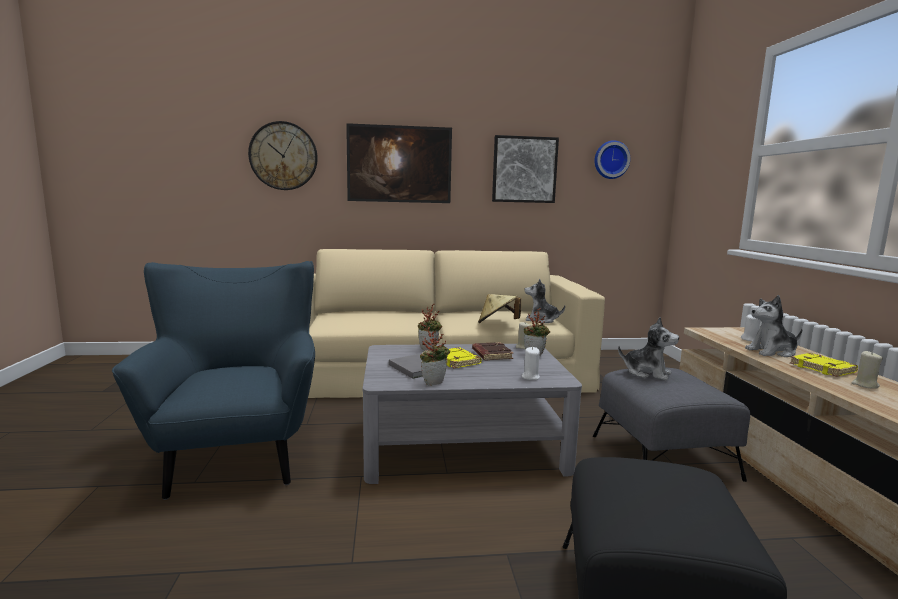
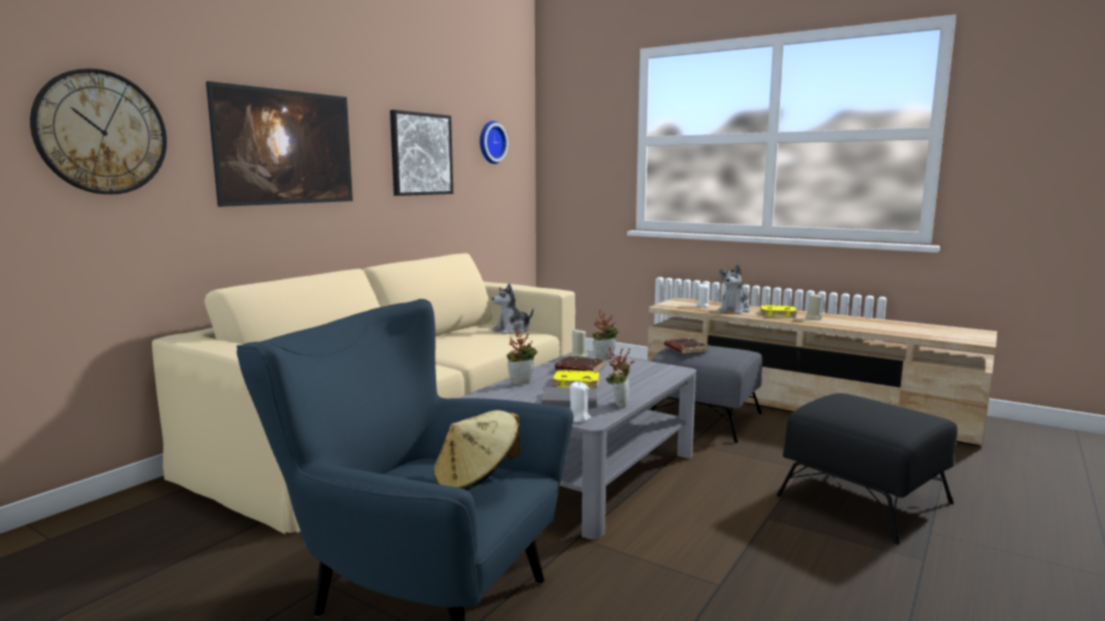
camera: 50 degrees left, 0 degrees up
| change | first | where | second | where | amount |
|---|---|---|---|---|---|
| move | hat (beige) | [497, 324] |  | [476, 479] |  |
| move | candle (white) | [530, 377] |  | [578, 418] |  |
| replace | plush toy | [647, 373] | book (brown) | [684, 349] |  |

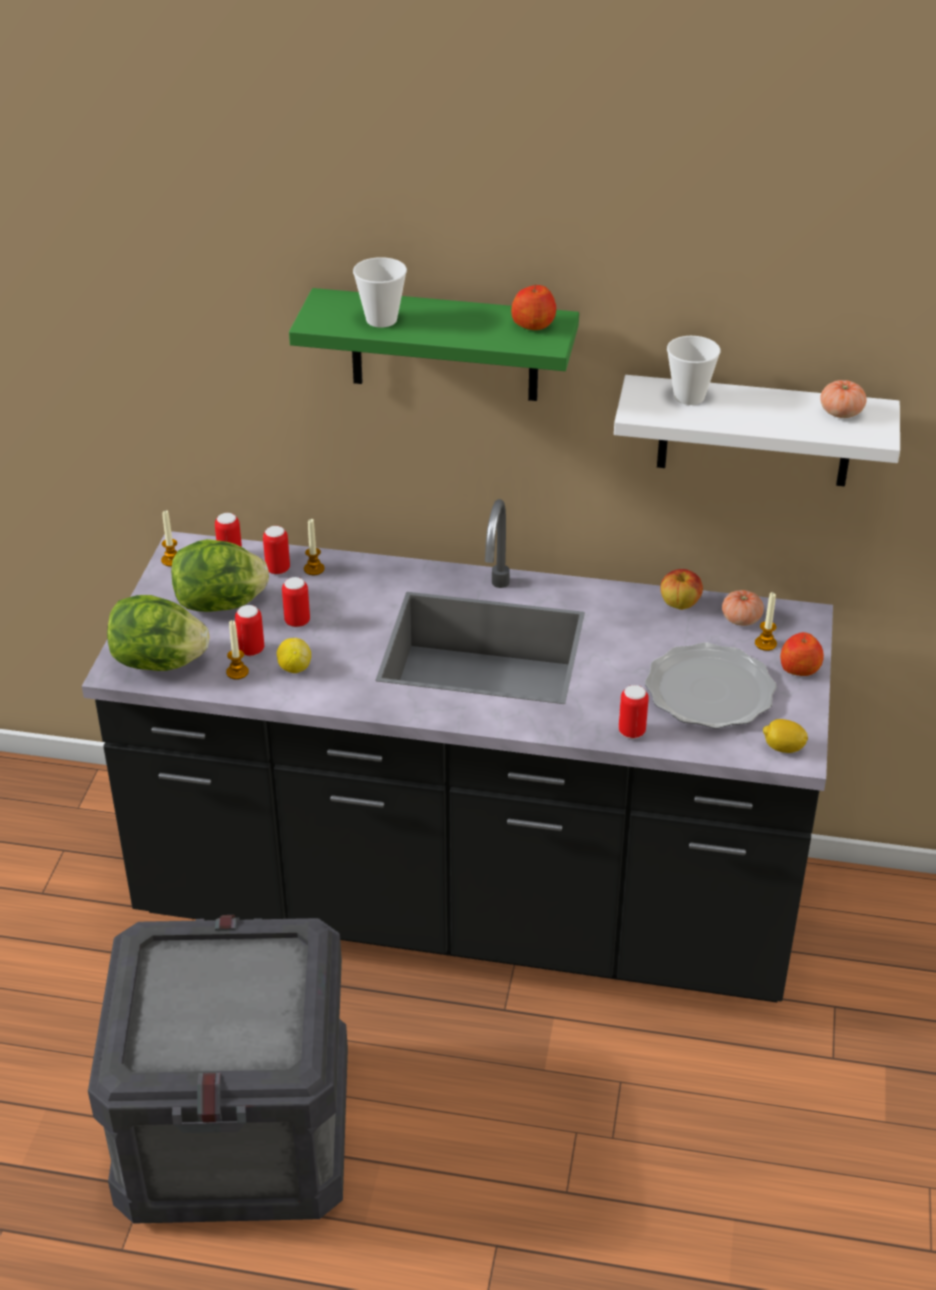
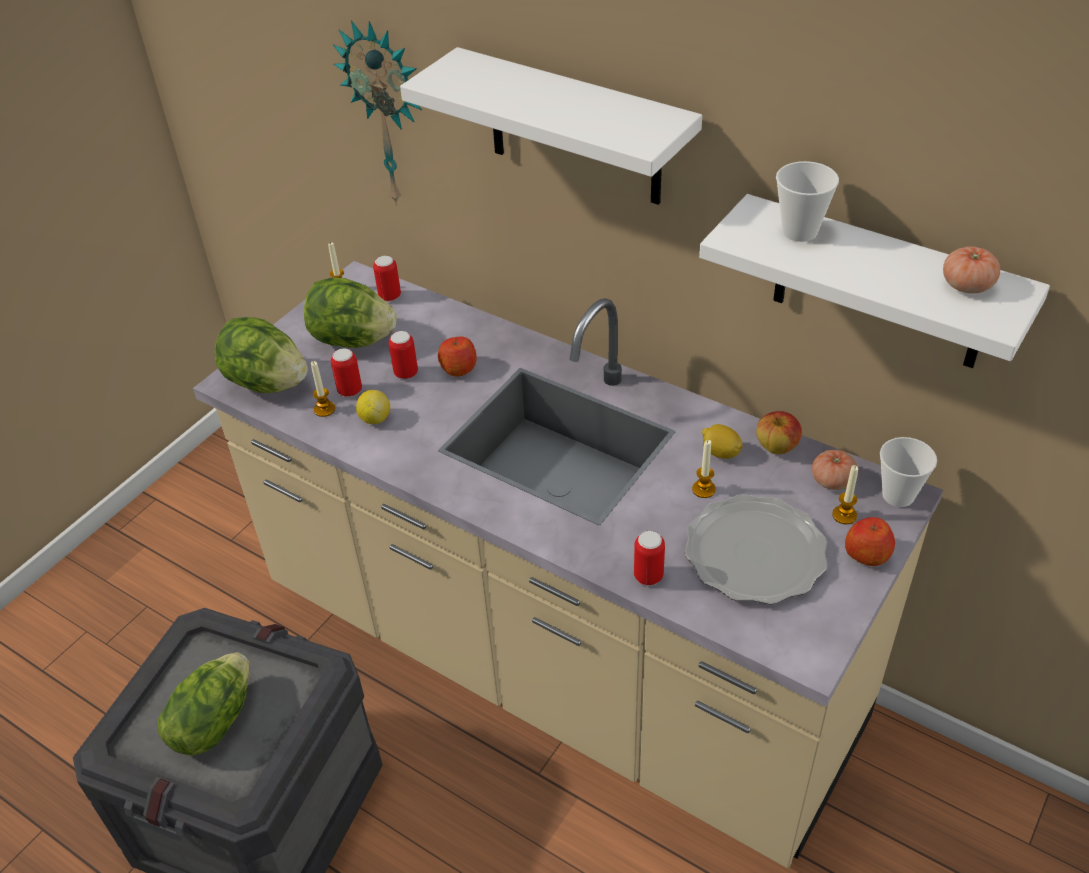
camera: 25 degrees right, 5 degrees up
| change | first | where | second | where | amount |
|---|---|---|---|---|---|
| insert |  |  | lettuce | [213, 721] |  |
| recolor | counter (black) | [468, 905] | counter (beige) | [556, 659] |  |
| insert |  |  | wall clock | [389, 115] |  |
| recolor | shelf (green) | [444, 345] | shelf (white) | [574, 129] |  |
| move | apple | [533, 324] |  | [458, 368] |  |
| move | candle | [314, 569] |  | [703, 489] |  |
| move | lemon | [783, 748] |  | [720, 453] |  |
| move | cup | [381, 320] |  | [898, 495] |  |
| delete | can | [278, 569] |  |  |  |

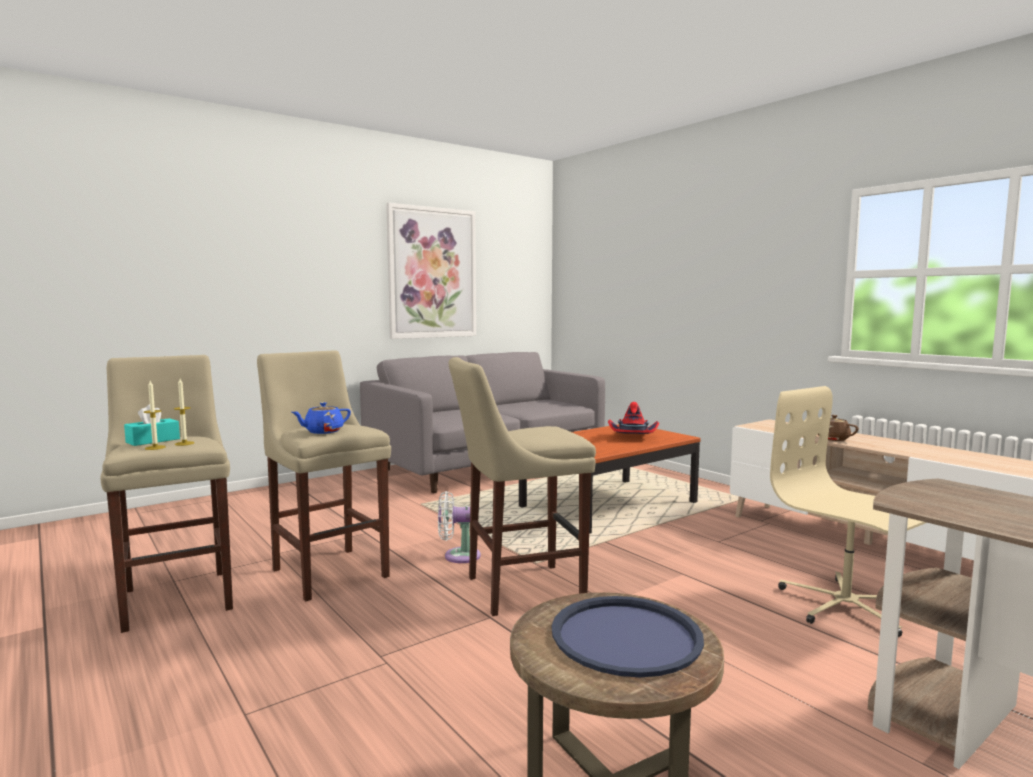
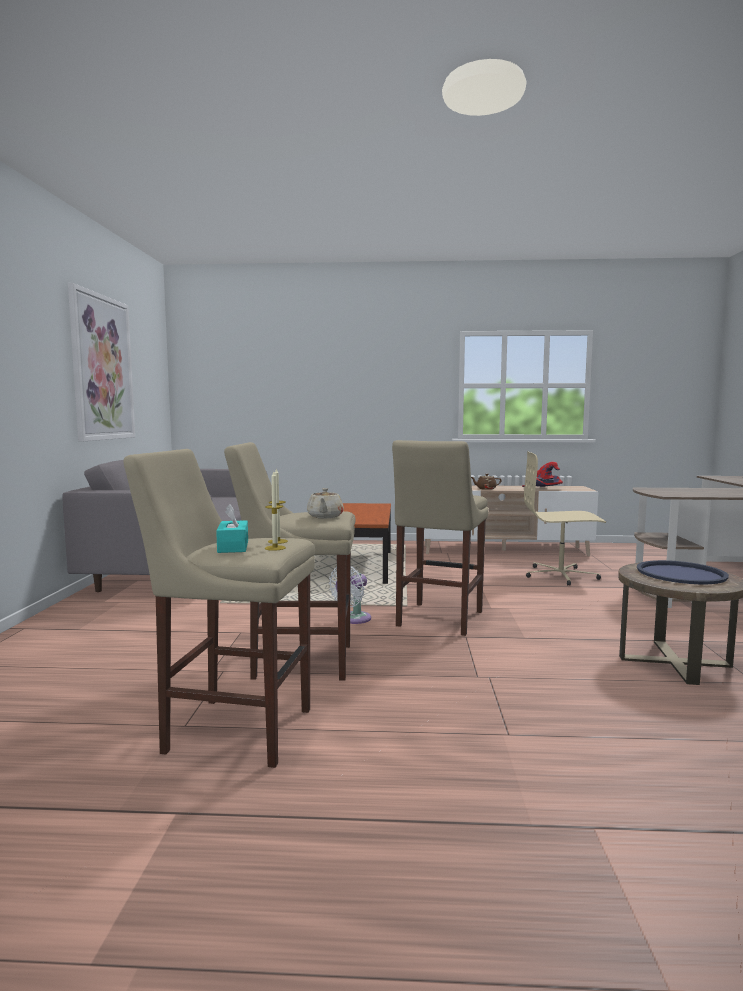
camera: 50 degrees left, 0 degrees up
| change | first | where | second | where | amount |
|---|---|---|---|---|---|
| recolor | teapot (blue) | [323, 431] | teapot (beige) | [325, 517] |  |
| move | hat (red) | [632, 436] |  | [542, 489] |  |

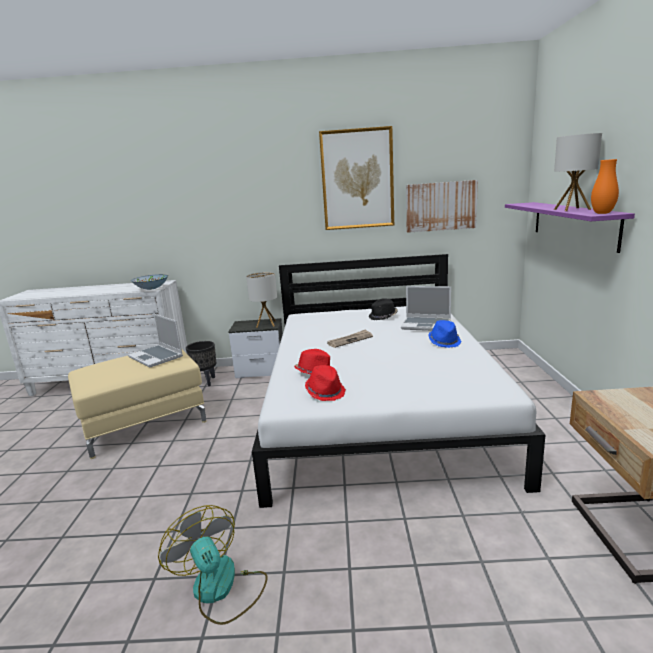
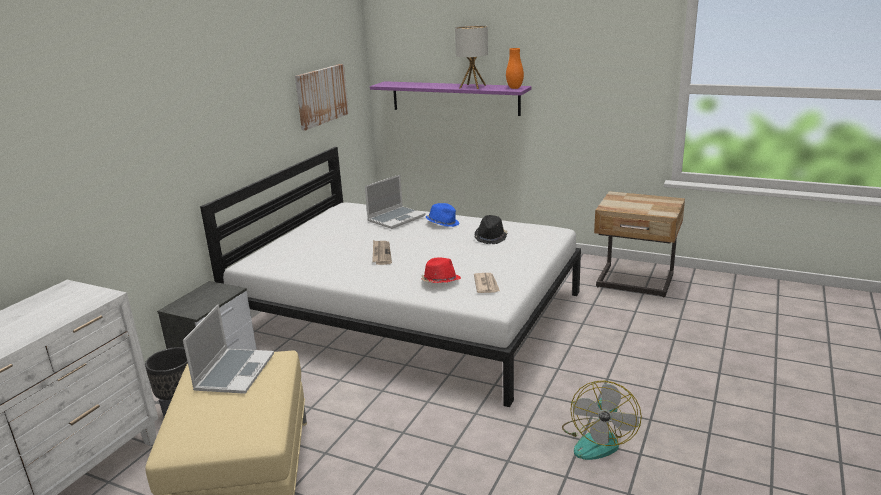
camera: 65 degrees left, 5 degrees up
| change | first | where | second | where | amount |
|---|---|---|---|---|---|
| rotate | laptop | [157, 357] |  | [234, 372] | 60 degrees counterclockwise |
| move | hat (black) | [383, 316] |  | [491, 237] |  |
| replace | hat (red) | [325, 392] | newspaper | [486, 285] |  |
| rotate | fan | [221, 589] |  | [597, 440] | 60 degrees counterclockwise |
| delete | bowl | [151, 288] |  |  |  |
| delete | table lamp | [266, 324] |  |  |  |
| delete | picture | [357, 179] |  |  |  |

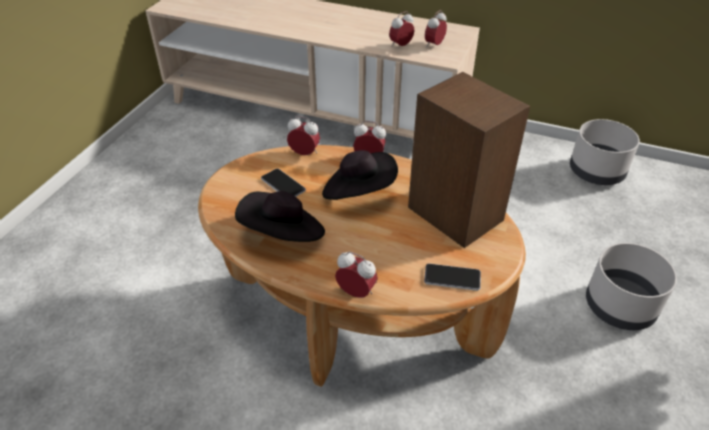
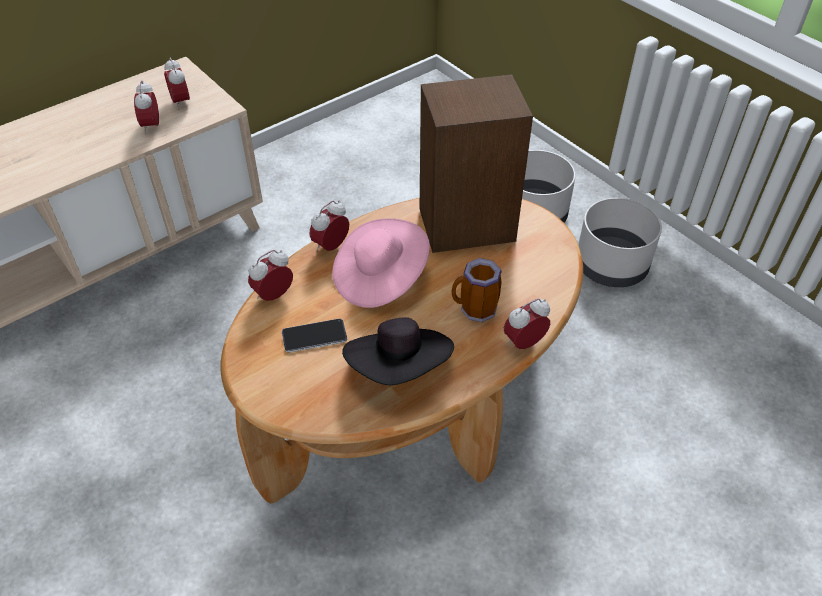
camera: 60 degrees left, 5 degrees up
| change | first | where | second | where | amount |
|---|---|---|---|---|---|
| recolor | hat (black) | [359, 192] | hat (pink) | [380, 278] |  |
| insert |  |  | mug | [475, 311] |  |
| move | planter (grey) | [596, 172] |  | [612, 266] |  |
| delete | phone | [452, 278] |  |  |  |

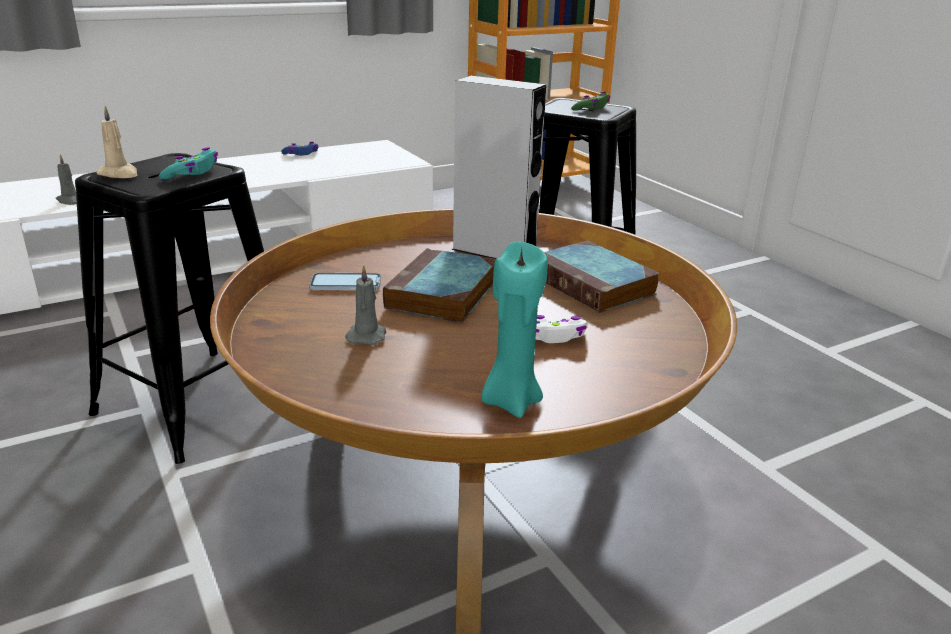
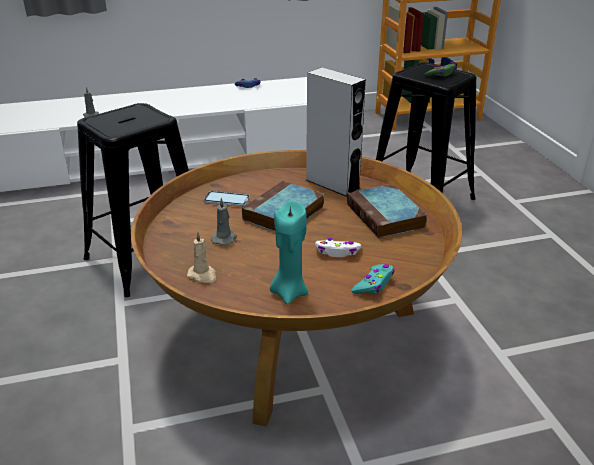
camera: 15 degrees right, 5 degrees up
| change | first | where | second | where | amount |
|---|---|---|---|---|---|
| move | candle (beige) | [119, 174] |  | [203, 276] |  |
| move | game controller (turquoise) | [192, 173] |  | [374, 284] |  |

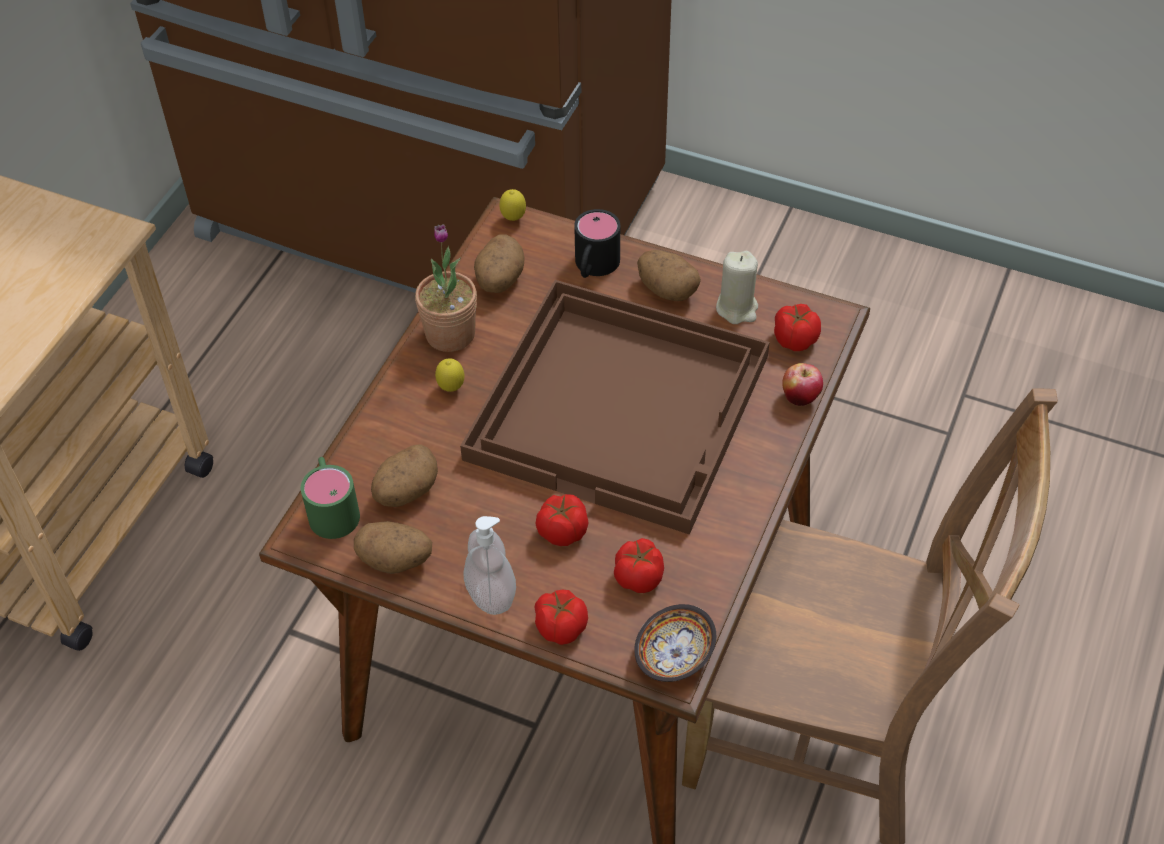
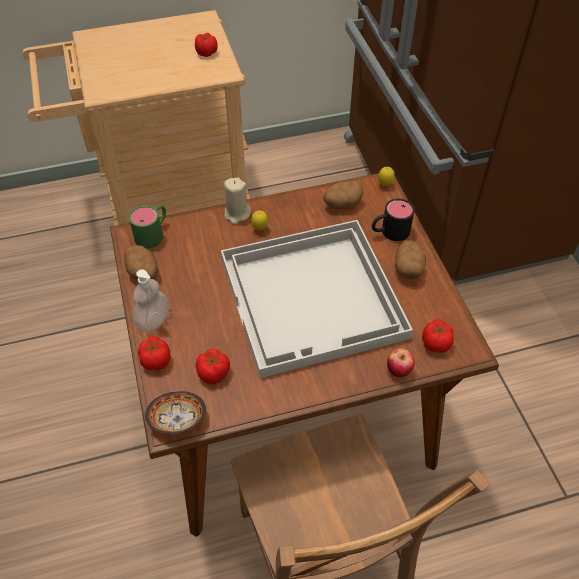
camera: 50 degrees right, 0 degrees up
| change | first | where | second | where | amount |
|---|---|---|---|---|---|
| move | tomato | [561, 531] |  | [206, 53] |  |
| recolor | tray (brown) | [621, 406] | tray (white) | [314, 298] |  |
| move | candle (beige) | [737, 308] |  | [237, 214] |  |
| delete | potato | [406, 491] |  |  |  |
| delete | potted plant | [450, 334] |  |  |  |

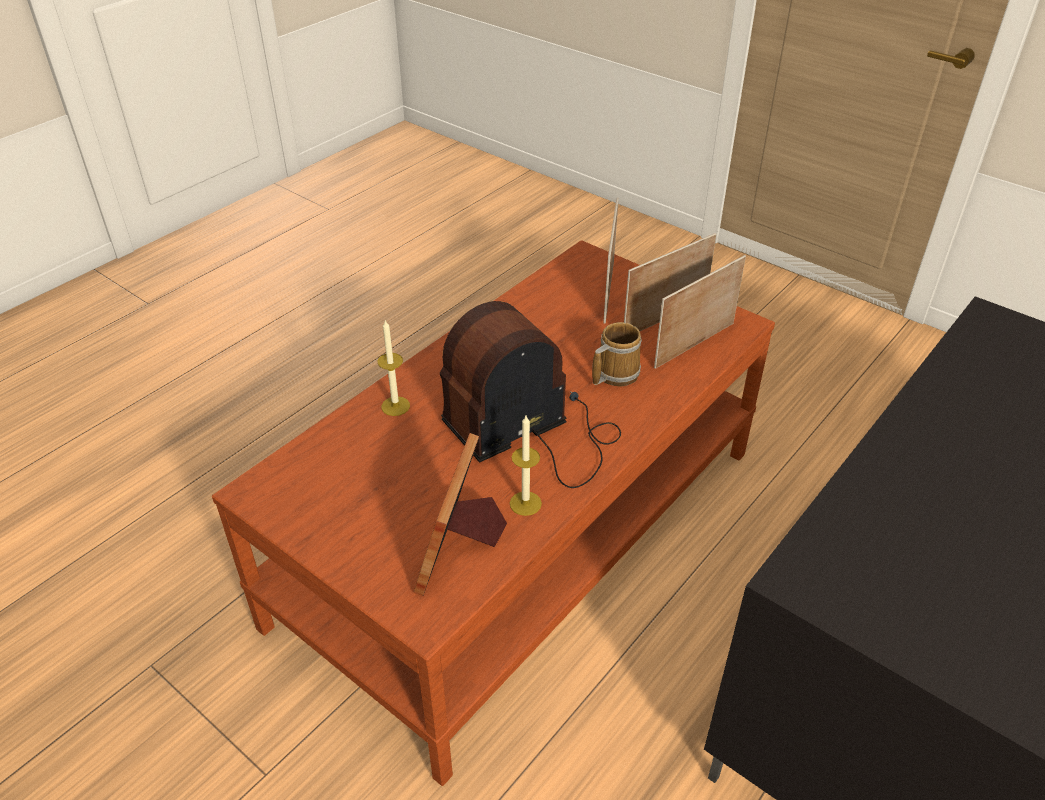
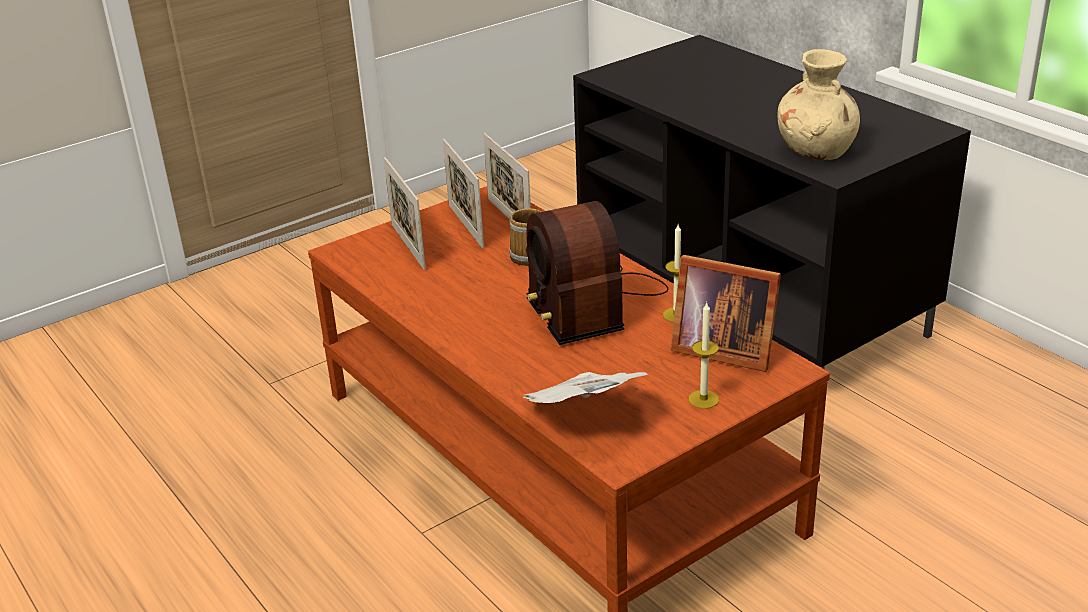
camera: 75 degrees left, 10 degrees down
| change | first | where | second | where | amount |
|---|---|---|---|---|---|
| rotate | picture frame | [608, 292] |  | [408, 246] | 45 degrees clockwise |
| insert |  |  | newspaper | [585, 413] |  |
| move | candle | [395, 406] |  | [703, 399] |  |
| insert |  |  | vase (beige) | [816, 151] |  |

